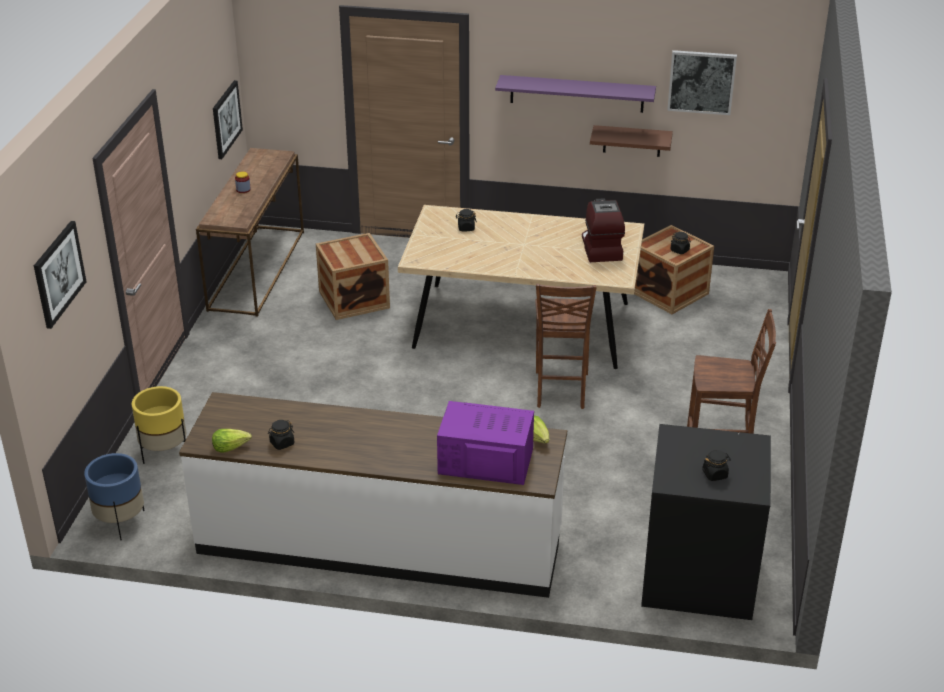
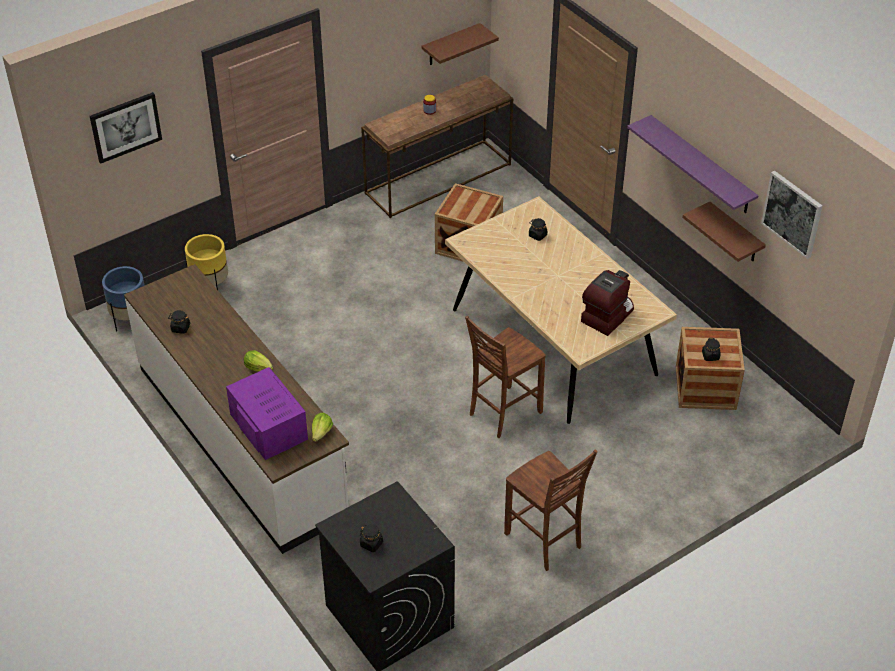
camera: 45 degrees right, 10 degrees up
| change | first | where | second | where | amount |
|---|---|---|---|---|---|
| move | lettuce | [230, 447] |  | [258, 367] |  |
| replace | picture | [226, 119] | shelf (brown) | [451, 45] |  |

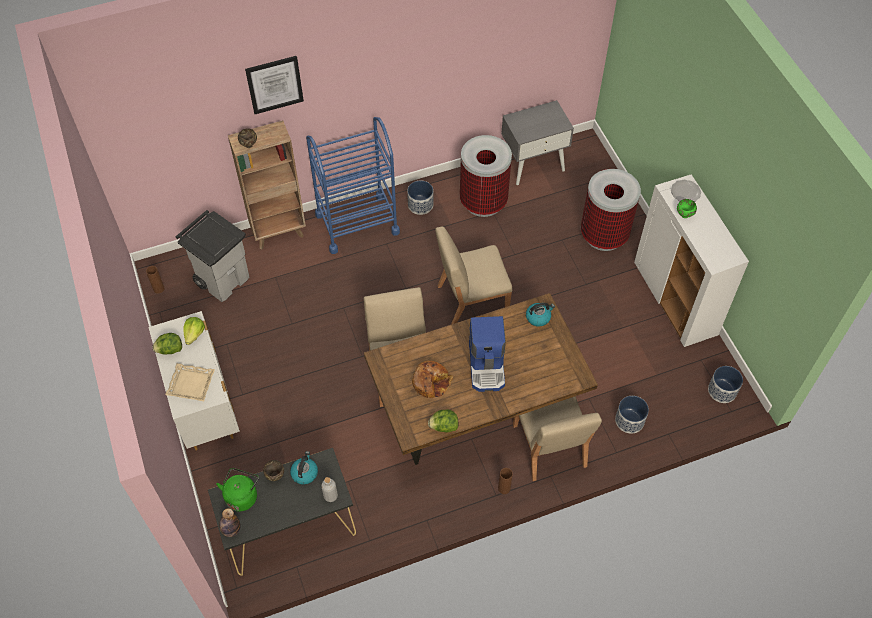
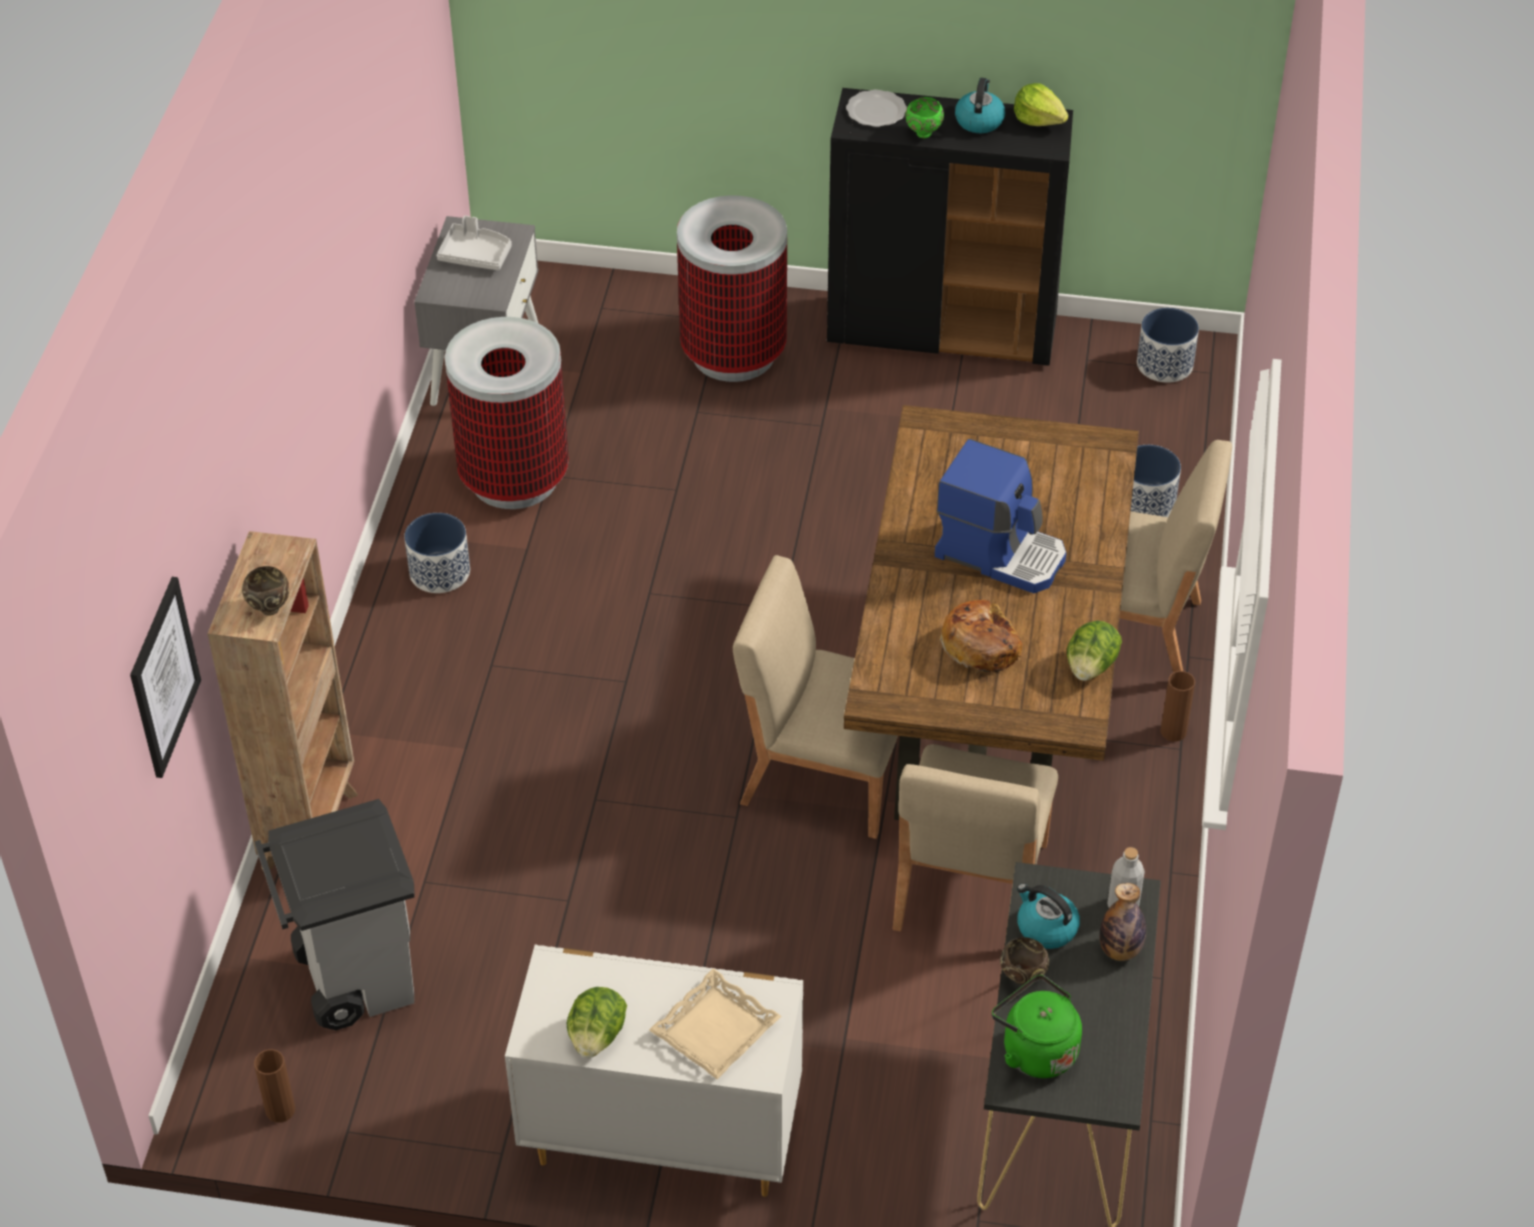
camera: 60 degrees left, 10 degrees down
| change | first | where | second | where | amount |
|---|---|---|---|---|---|
| move | picture | [274, 84] |  | [163, 677] |  |
| insert |  |  | tray (grey) | [475, 255] |  |
| recolor | cabinet (white) | [675, 299] | cabinet (black) | [943, 331] |  |
| move | chair (beige) | [471, 299] |  | [969, 887] |  |
| move | kettle | [538, 317] |  | [979, 120] |  |
| move | lettuce | [194, 334] |  | [1038, 119] |  |
| move | bottle | [231, 530] |  | [1120, 950] |  |
| delete | cart (blue) | [357, 223] |  |  |  |

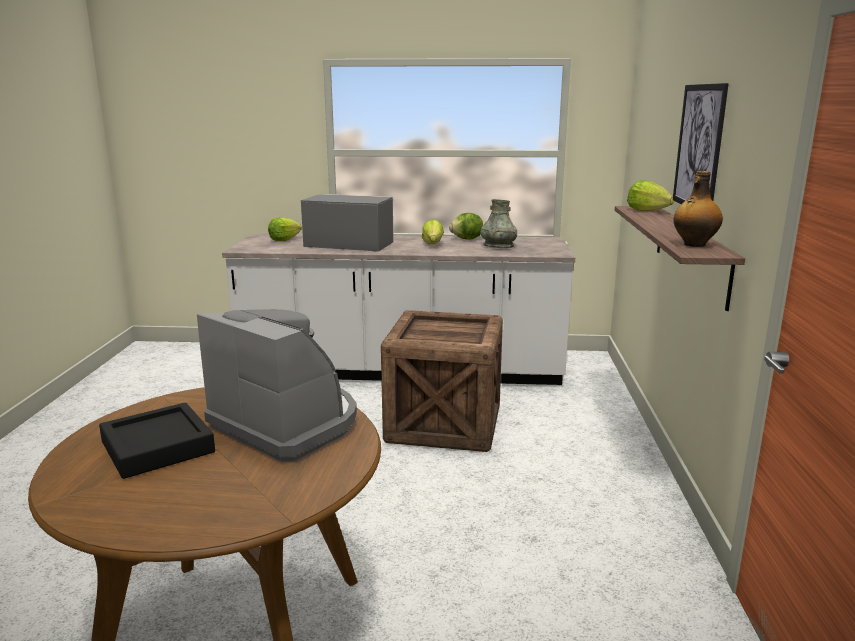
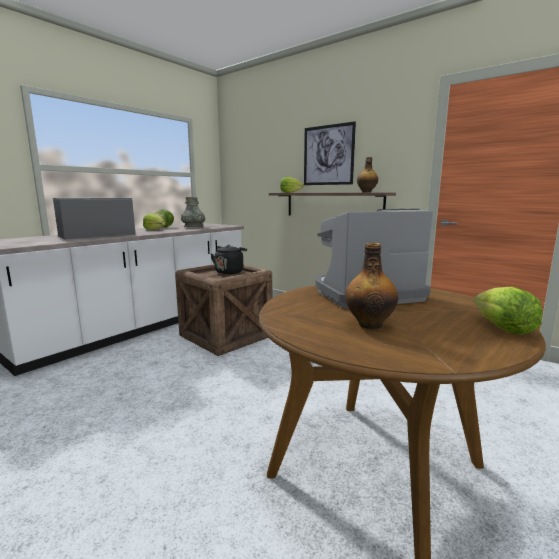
camera: 55 degrees left, 5 degrees down
| change | first | where | second | where | amount |
|---|---|---|---|---|---|
| insert |  |  | kettle (black) | [229, 272] |  |
| replace | tray (black) | [158, 447] | bottle | [369, 324] |  |
| move | lettuce | [284, 240] |  | [502, 328] |  |

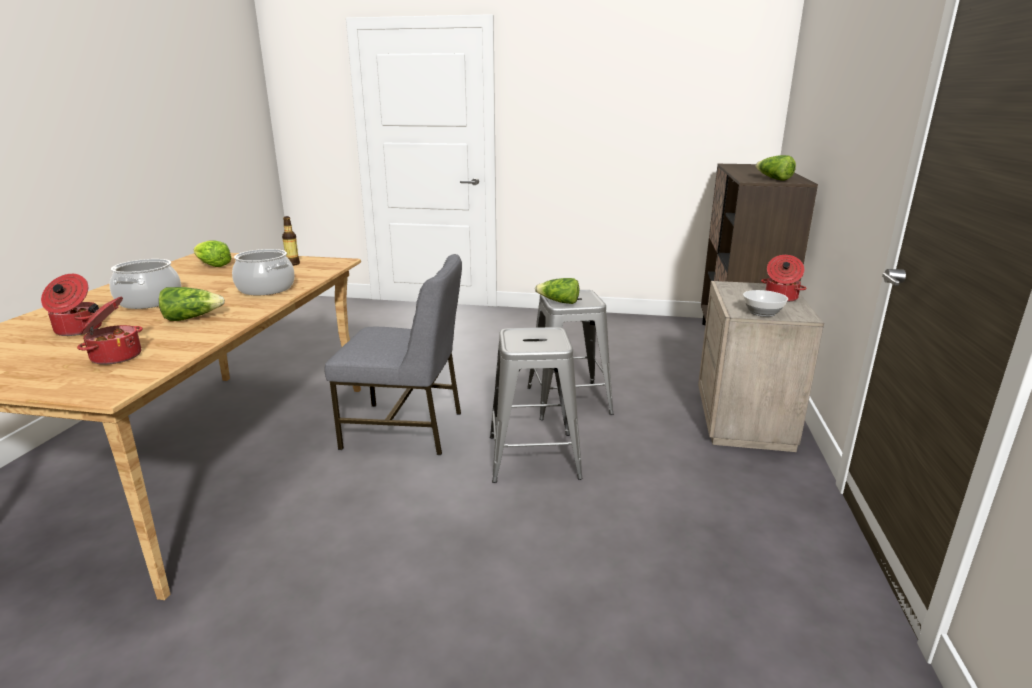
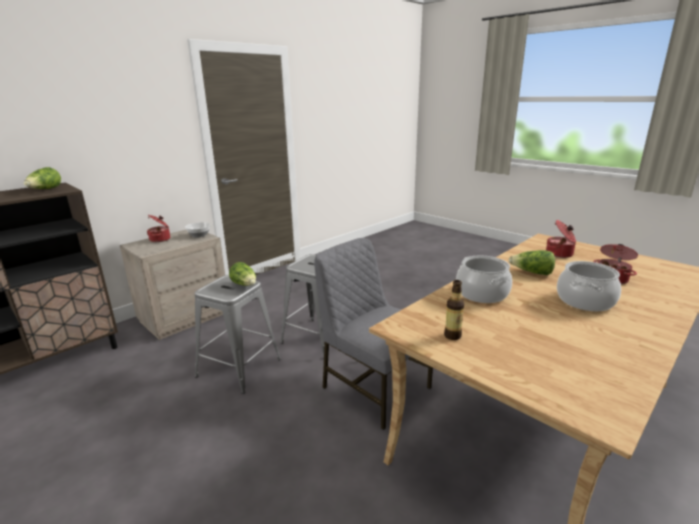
camera: 145 degrees left, 0 degrees up
| change | first | where | second | where | amount |
|---|---|---|---|---|---|
| delete | lettuce | [212, 265] |  |  |  |

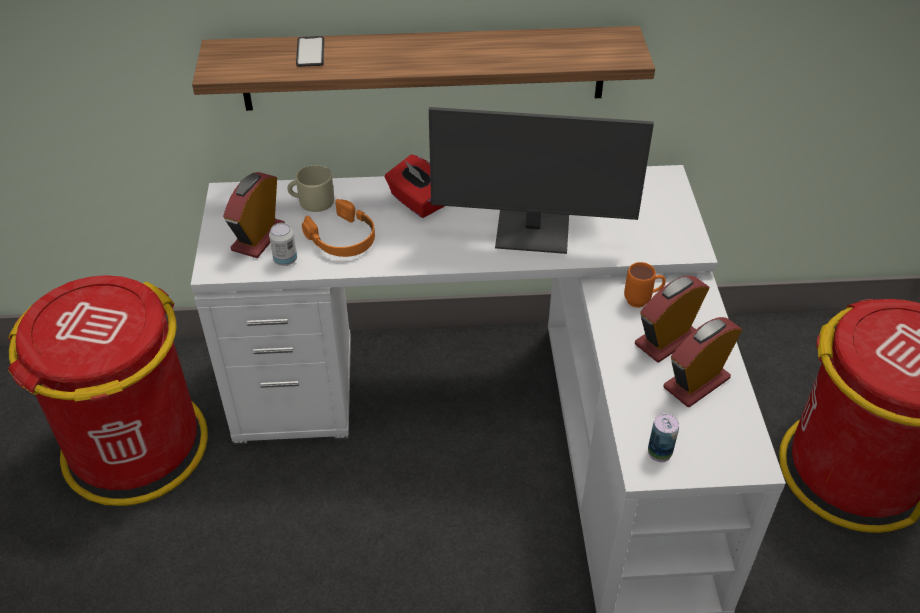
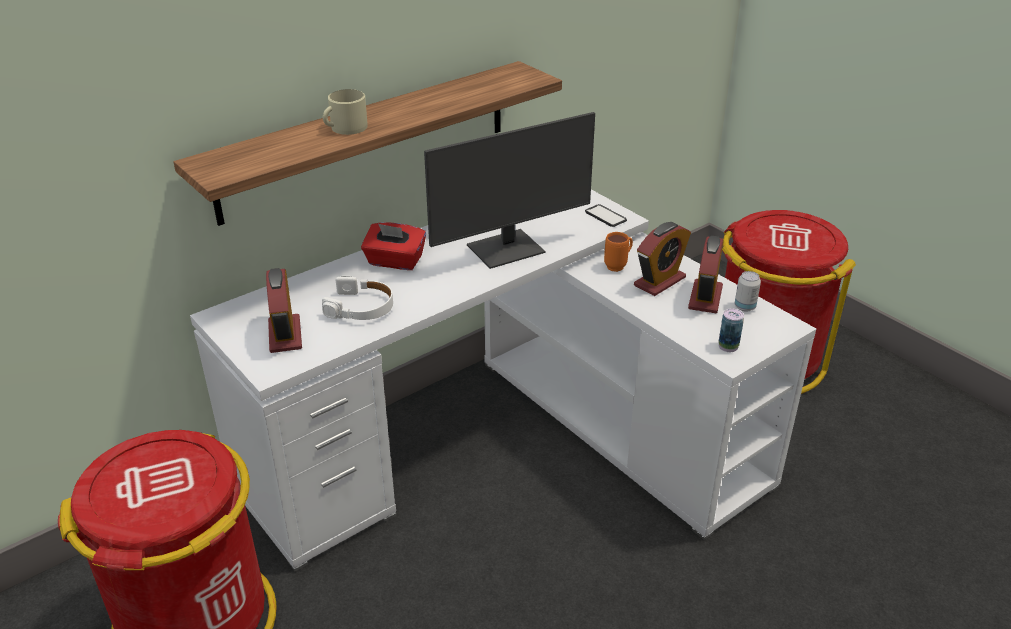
camera: 35 degrees left, 10 degrees down
| change | first | where | second | where | amount |
|---|---|---|---|---|---|
| recolor | headphones (orange) | [343, 238] | headphones (white) | [361, 307] |  |
| move | mug (beige) | [312, 201] |  | [345, 128] |  |
| move | phone | [310, 52] |  | [605, 216] |  |
| rotate | alarm clock | [666, 340] |  | [659, 281] | 150 degrees counterclockwise |
| move | can | [285, 260] |  | [744, 307] |  |

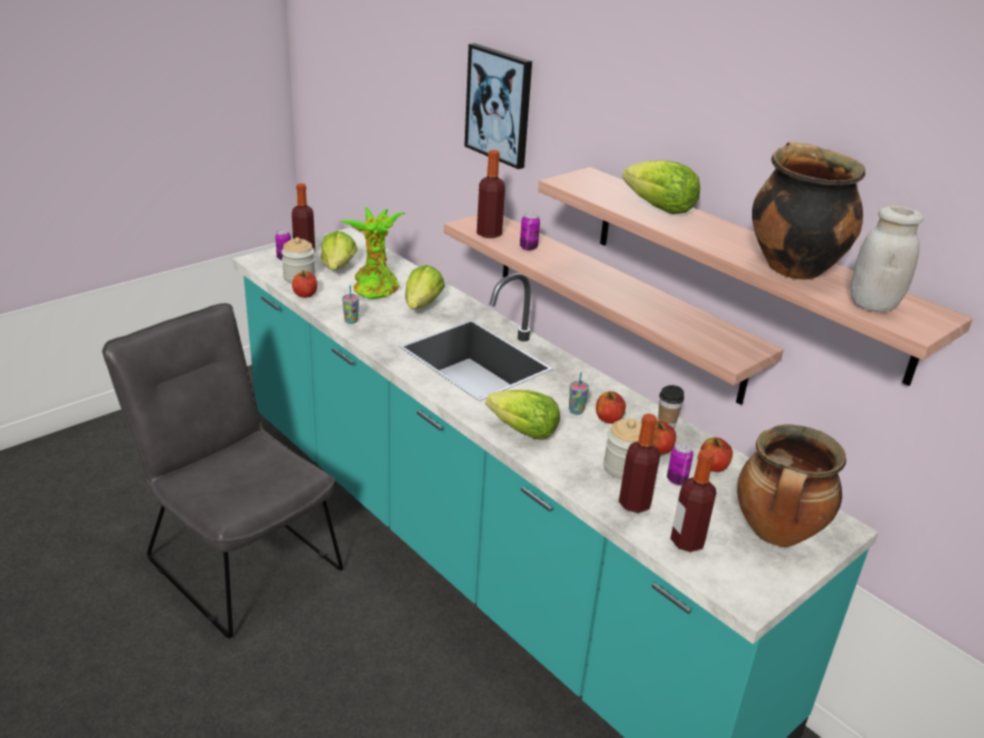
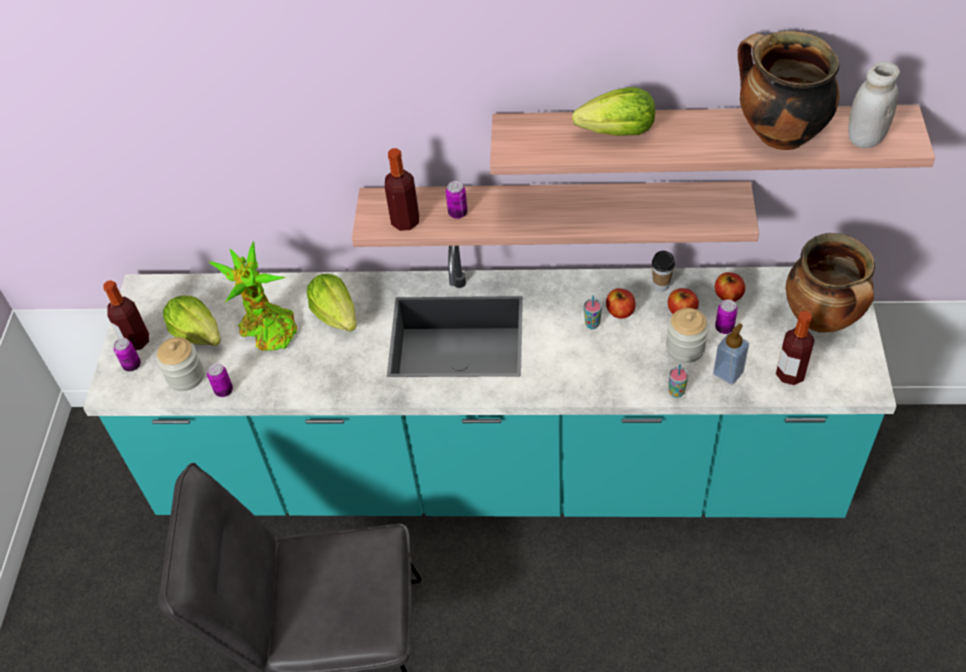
camera: 40 degrees left, 20 degrees up
| change | first | where | second | where | amount |
|---|---|---|---|---|---|
| replace | apple | [305, 294] | can | [224, 391] |  |
| move | cup | [351, 321] |  | [676, 392] |  |
| replace | bottle | [634, 503] | soap dispenser | [728, 372] |  |
| delete | picture | [499, 105] |  |  |  |
| delete | lettuce | [524, 431] |  |  |  |

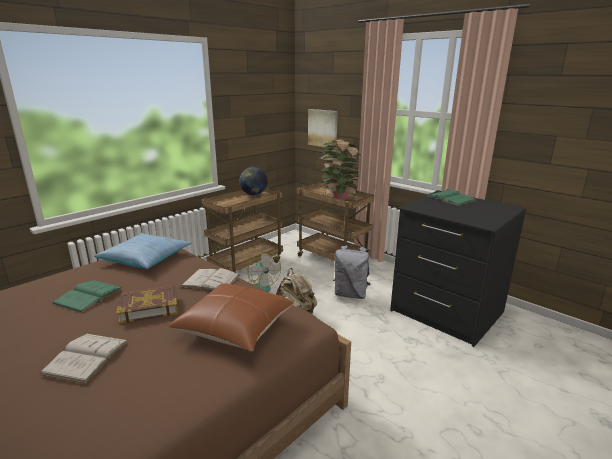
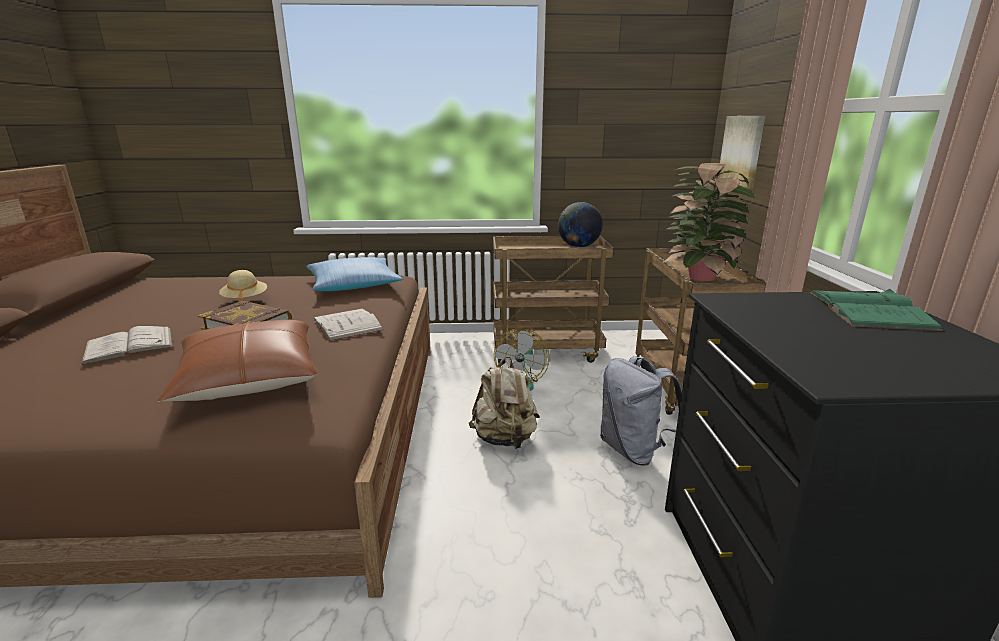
camera: 45 degrees right, 0 degrees up
| change | first | where | second | where | amount |
|---|---|---|---|---|---|
| replace | book (green) | [88, 296] | hat (beige) | [245, 300] |  |

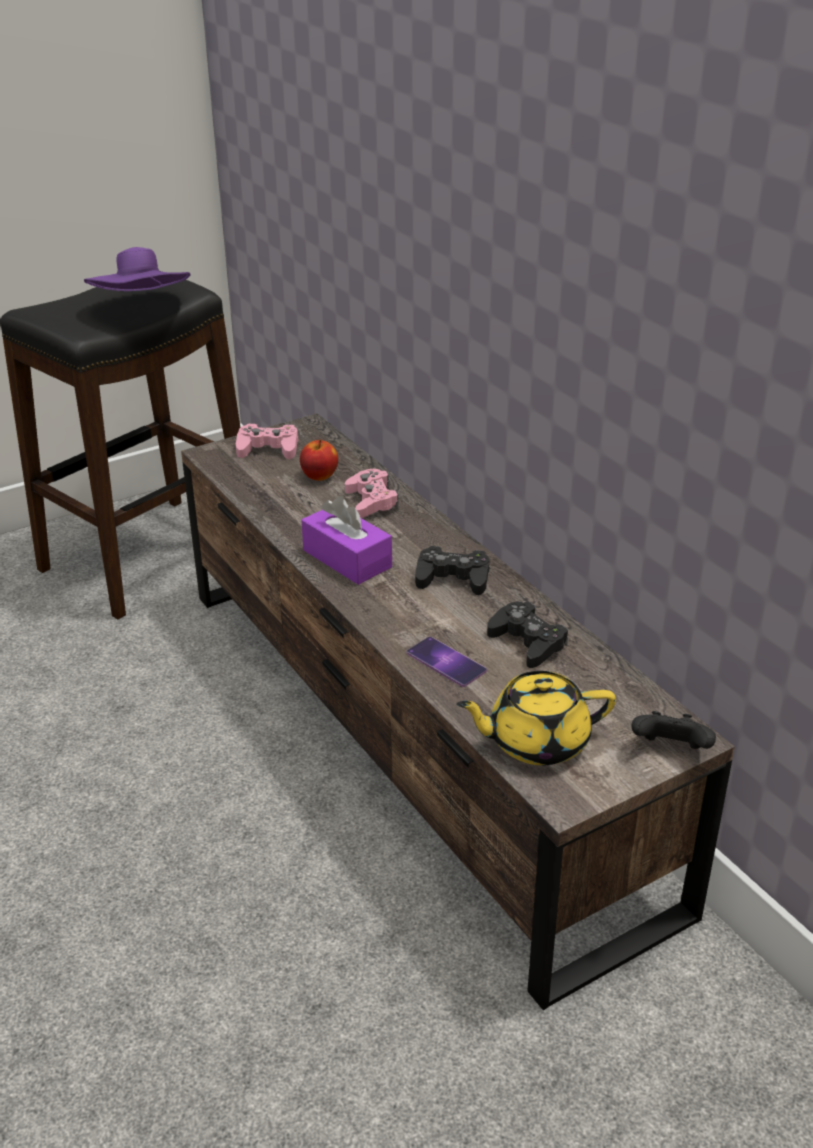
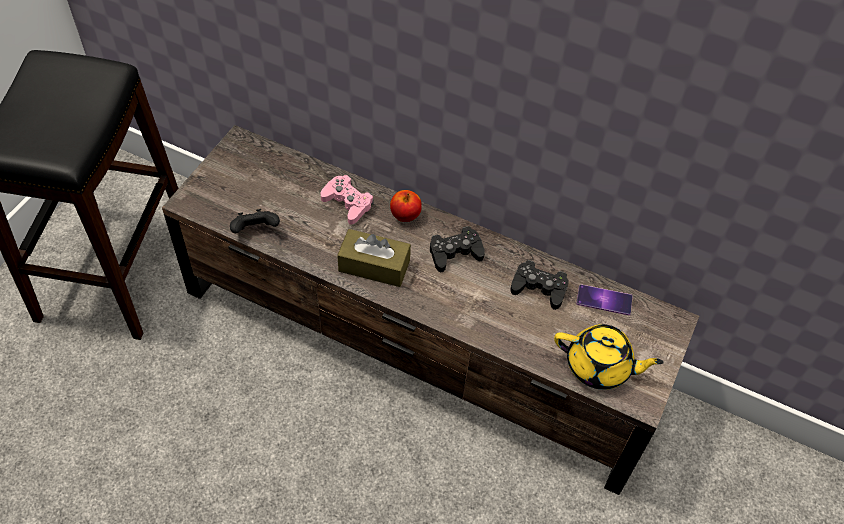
camera: 35 degrees left, 20 degrees up
| change | first | where | second | where | amount |
|---|---|---|---|---|---|
| move | game controller (black) | [670, 750] |  | [256, 230] |  |
| recolor | tissue box (purple) | [347, 559] | tissue box (brown) | [374, 266] |  |
| move | apple | [319, 476] |  | [405, 215] |  |
| rotate | teapot (yellow) | [536, 741] |  | [599, 367] | 120 degrees counterclockwise |
| move | phone | [446, 662] |  | [604, 300] |  |
| delete | hat (purple) | [142, 306] |  |  |  |
| delete | game controller (pink) | [268, 449] |  |  |  |

